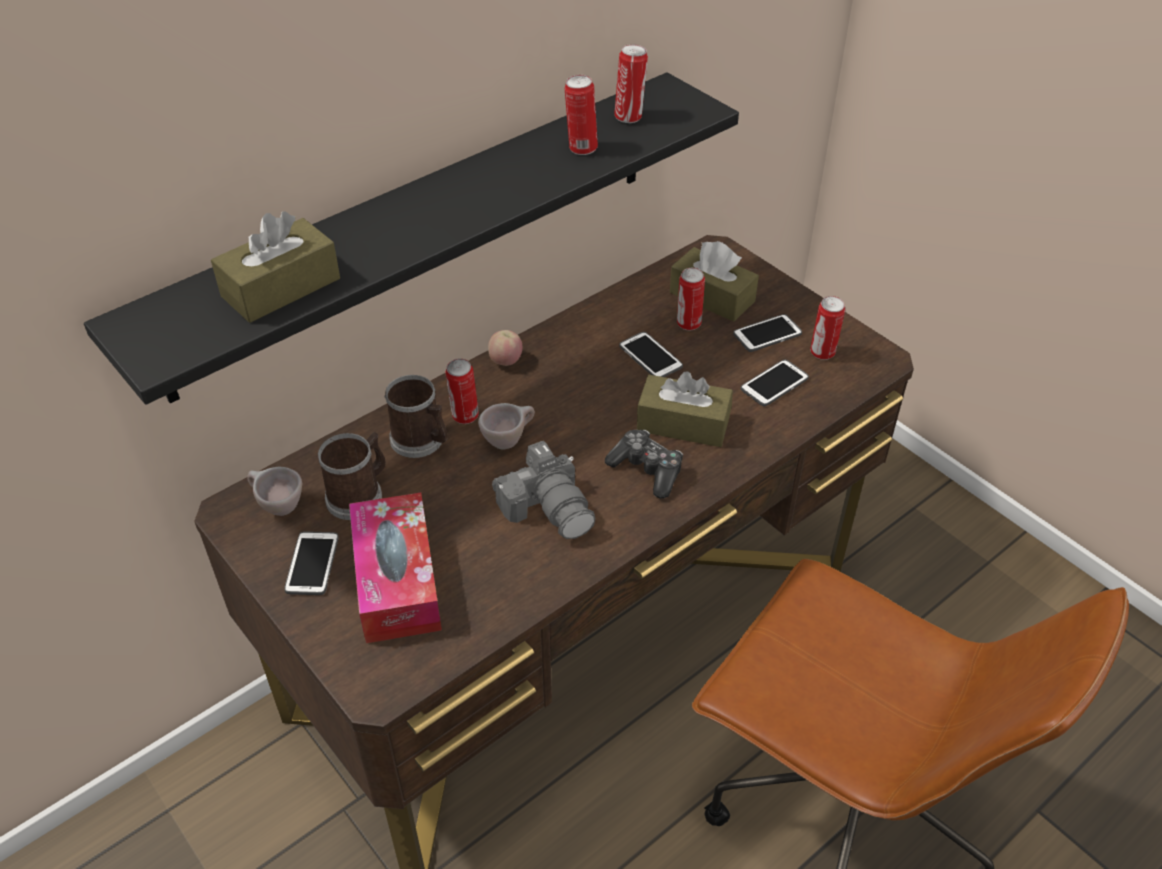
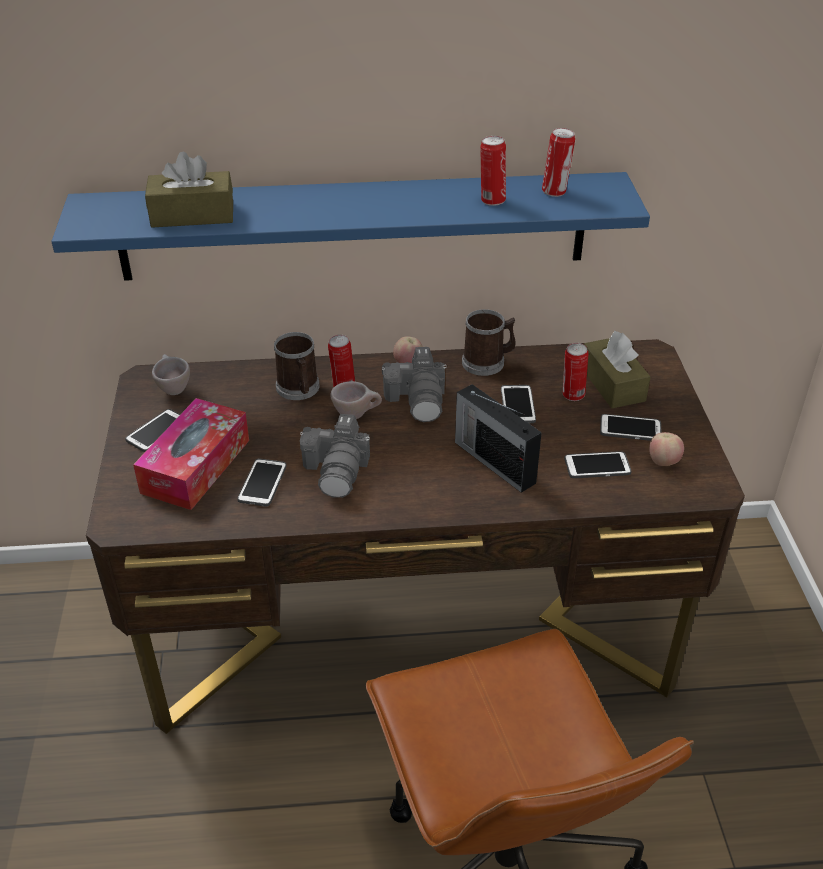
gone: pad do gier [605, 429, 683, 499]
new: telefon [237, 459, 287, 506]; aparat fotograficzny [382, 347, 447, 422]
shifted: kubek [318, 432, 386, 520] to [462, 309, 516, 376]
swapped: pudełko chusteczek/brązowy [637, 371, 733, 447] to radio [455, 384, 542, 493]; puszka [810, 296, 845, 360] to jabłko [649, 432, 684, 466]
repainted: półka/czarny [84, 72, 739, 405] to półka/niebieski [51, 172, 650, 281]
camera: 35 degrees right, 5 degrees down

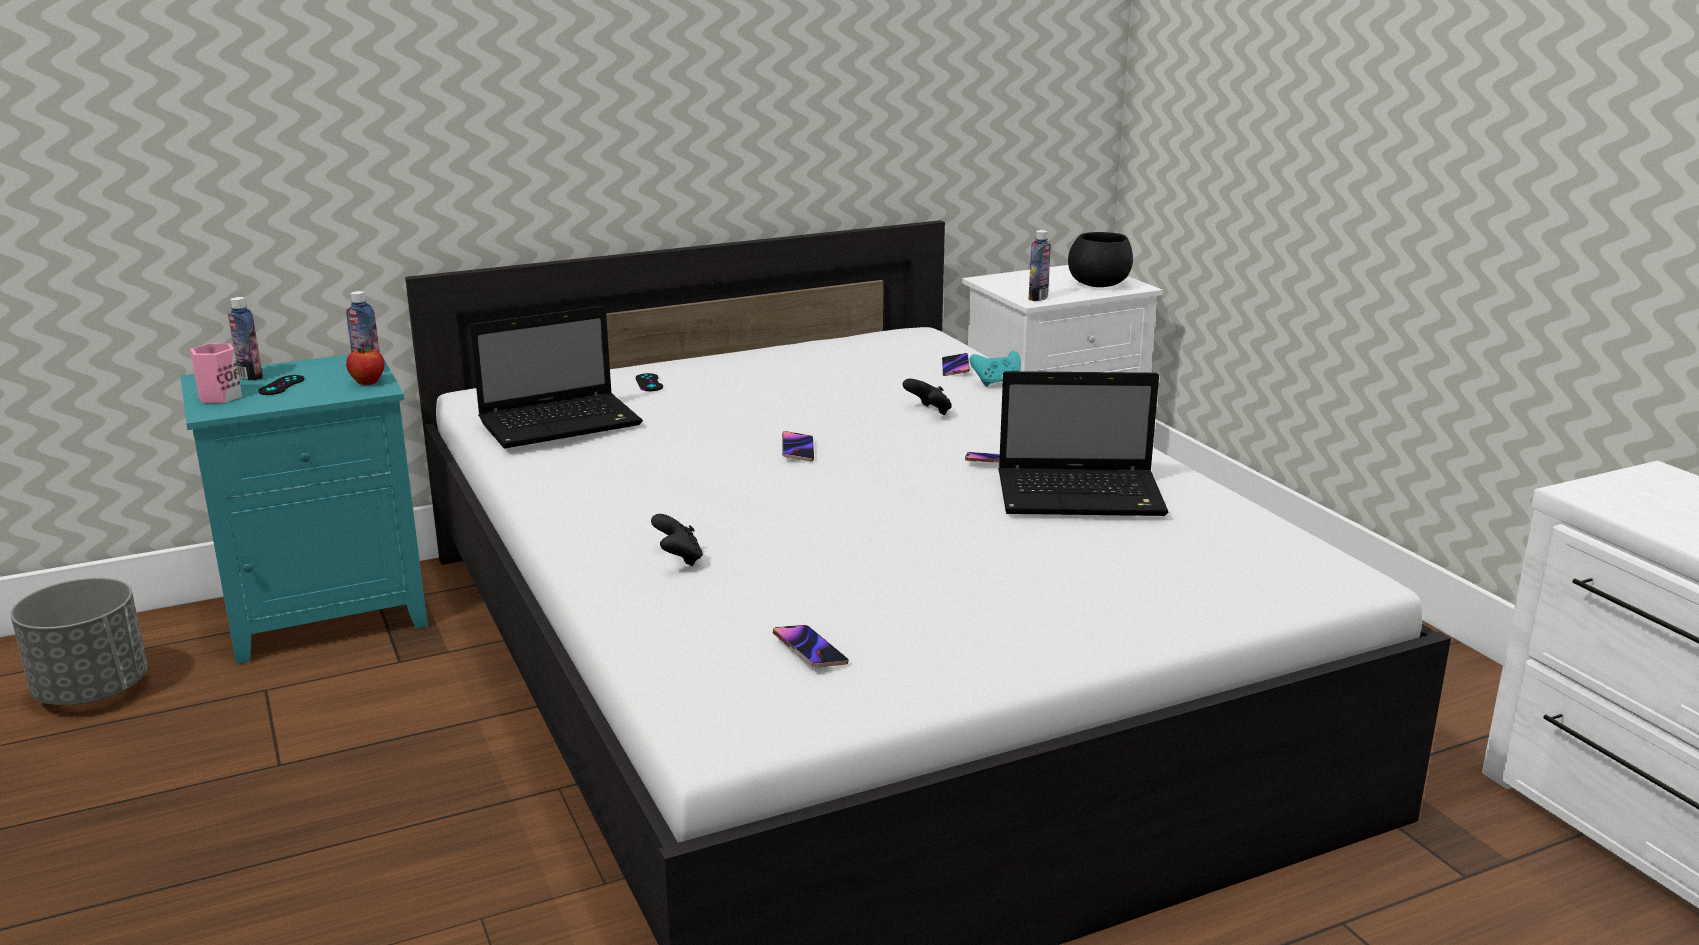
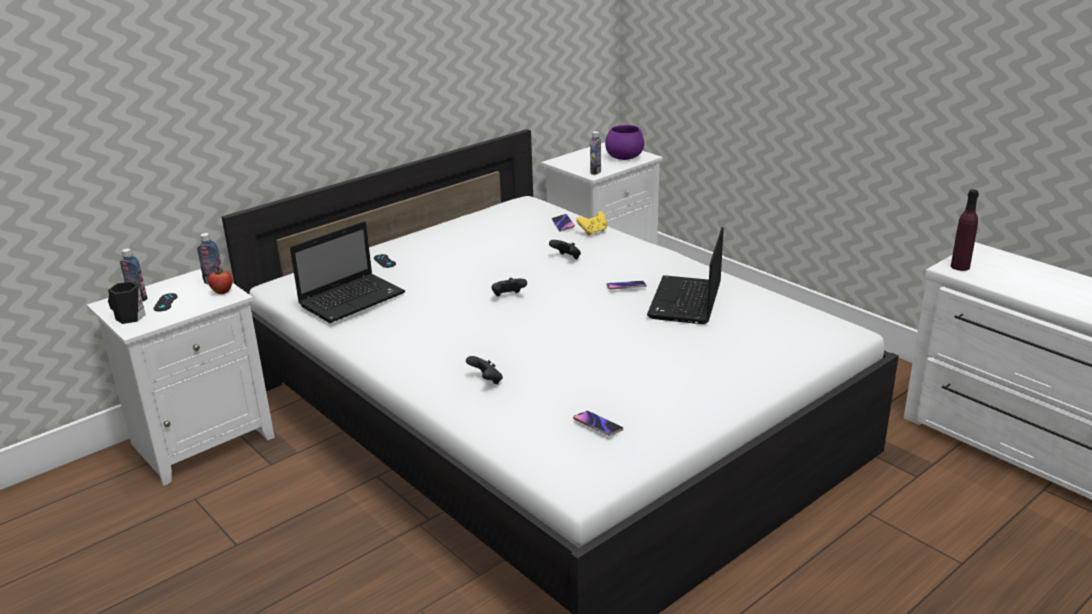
gone: donica/szary [11, 578, 148, 705]
new: butelka/fioletowy [951, 189, 979, 271]
swapped: telefon [782, 431, 814, 462] to pad do gier/czarny [492, 278, 527, 296]
repainted: szafka nocna/turkusowy [180, 352, 428, 664] to szafka nocna/biały [87, 269, 275, 486]; kubek/różowy [190, 343, 242, 403] to kubek/czarny [108, 282, 146, 324]; pad do gier/turkusowy [969, 350, 1021, 387] to pad do gier/żółty [576, 211, 607, 236]; miska/czarny [1068, 232, 1133, 287] to miska/fioletowy [605, 125, 644, 160]
rotated: laptop [998, 371, 1168, 516] = [647, 227, 724, 324] 120 degrees clockwise
camera: 15 degrees left, 5 degrees up

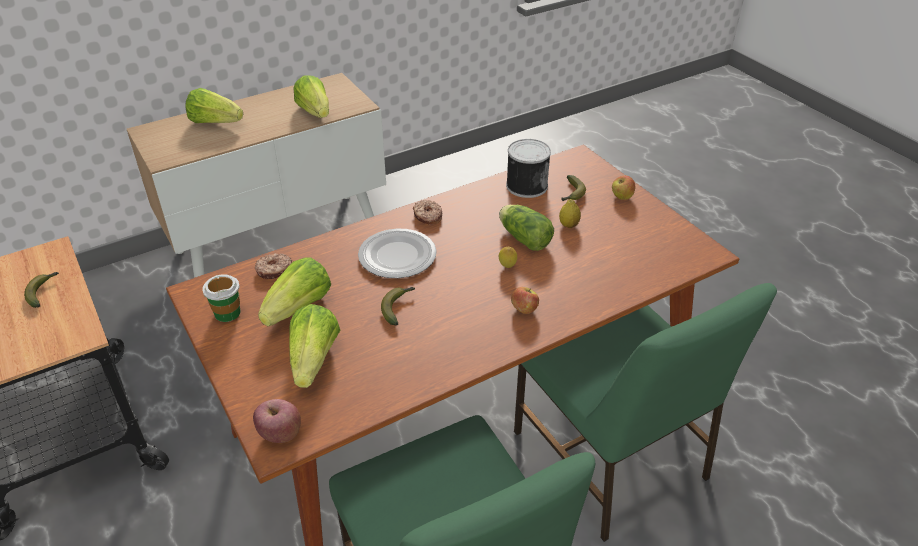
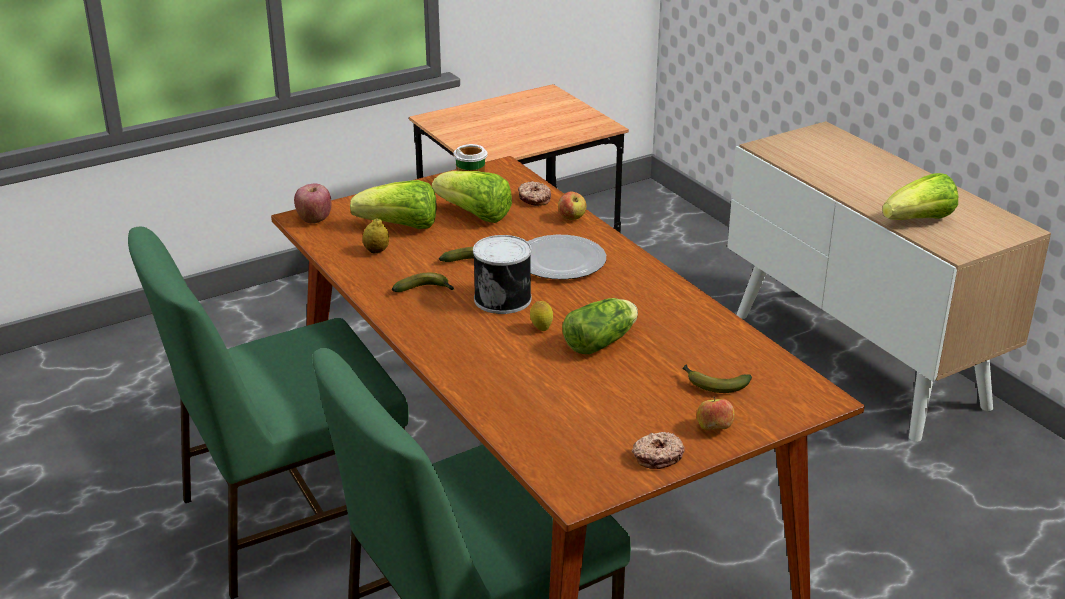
gone: sałata [185, 88, 243, 123]
shifted: banan [24, 272, 59, 308] to [392, 273, 454, 292]; donut [413, 200, 442, 225] to [632, 432, 685, 469]; puszka [506, 139, 551, 198] to [473, 235, 531, 314]; jabłko [511, 287, 539, 314] to [558, 192, 587, 220]; cytryna [559, 199, 581, 228] to [363, 218, 389, 253]
camera: 90 degrees right, 10 degrees down

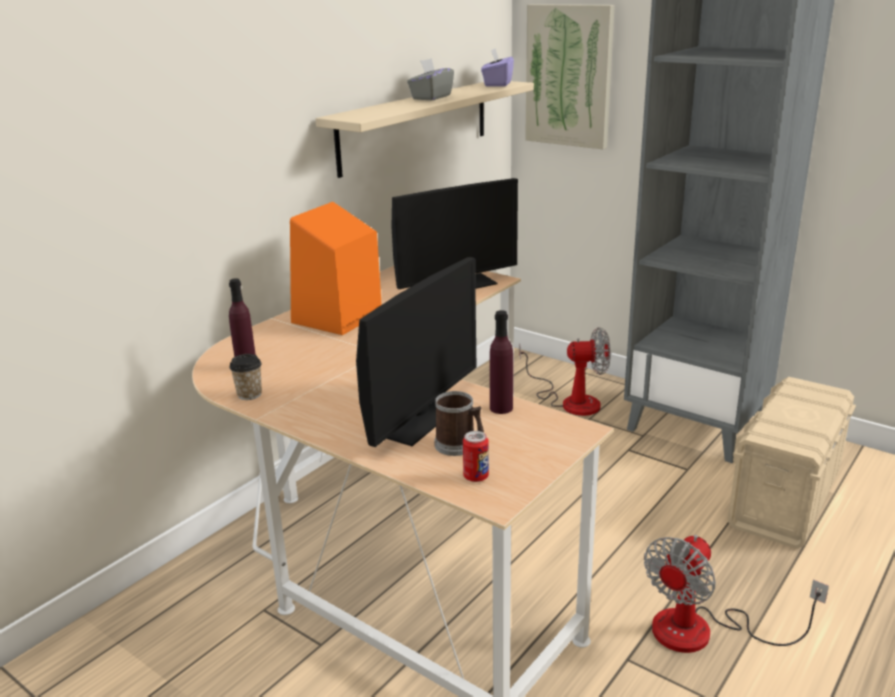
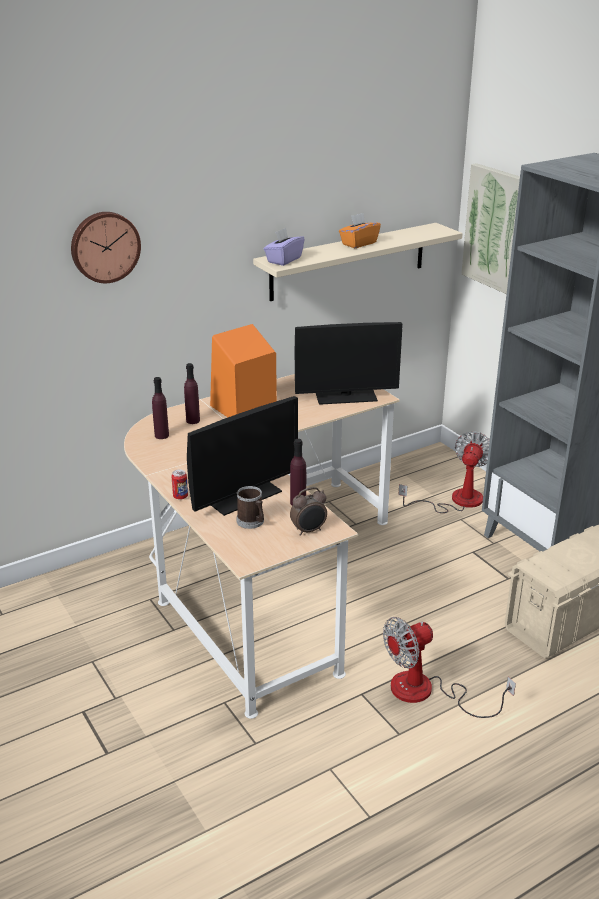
gone: filiżanka [229, 354, 262, 400]
new: zegar ścienny [71, 212, 141, 283]; butelka/fioletowy [184, 363, 200, 424]; budzik [290, 487, 327, 536]
shifted: puszka [463, 431, 489, 482] to [171, 469, 188, 500]; pudełko chusteczek/fioletowy [481, 48, 514, 87] to [264, 228, 304, 266]
repainted: pudełko chusteczek/szary [407, 58, 454, 100] to pudełko chusteczek/pomarańczowy [339, 213, 381, 248]
rotated: wentylator [519, 327, 611, 416] = [398, 431, 490, 513] 90 degrees counterclockwise
camera: 20 degrees right, 5 degrees up

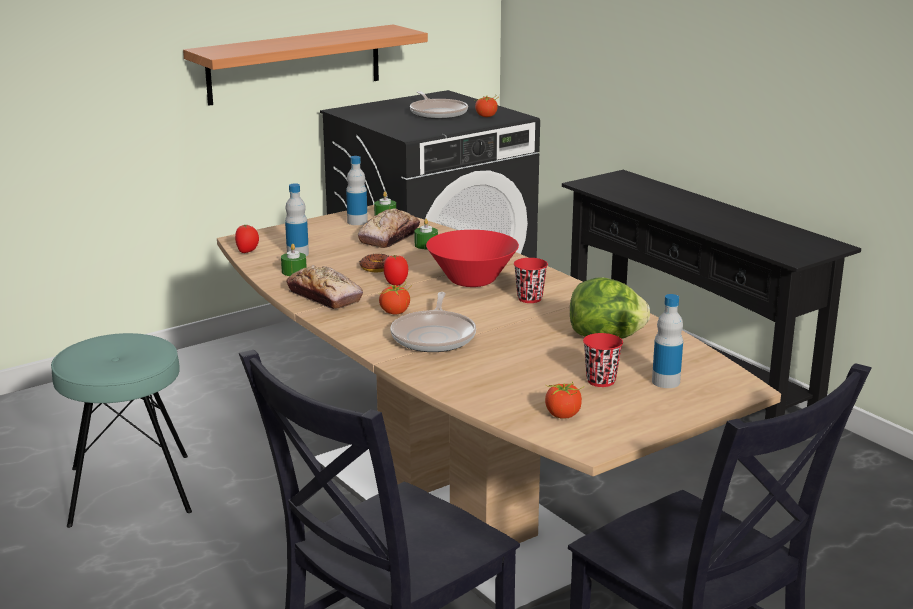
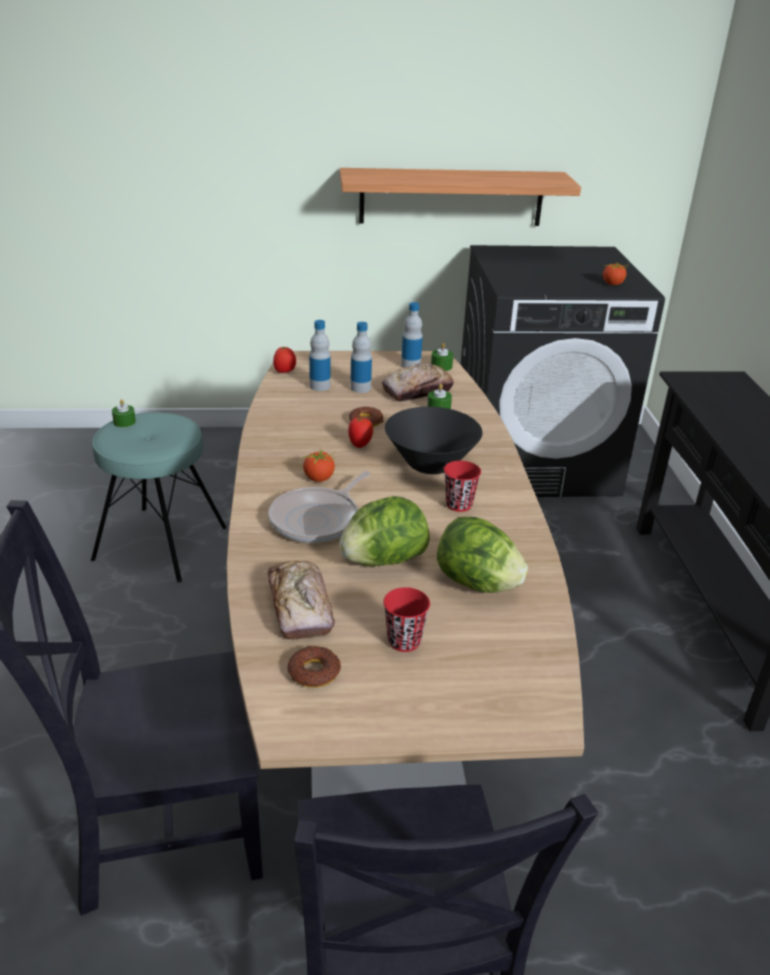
gone: patelnia [410, 91, 468, 119]
new: sałata [339, 496, 430, 566]
shifted: świeca/zielony [281, 244, 307, 276] to [112, 399, 136, 428]; chleb [286, 265, 363, 309] to [268, 561, 335, 640]; butelka [652, 294, 683, 388] to [350, 322, 372, 393]
swapped: pomidor [545, 382, 584, 419] to donut [287, 646, 341, 688]
repainted: miska/czerwony [426, 230, 519, 287] to miska/czarny [385, 407, 482, 474]
camera: 30 degrees right, 10 degrees up

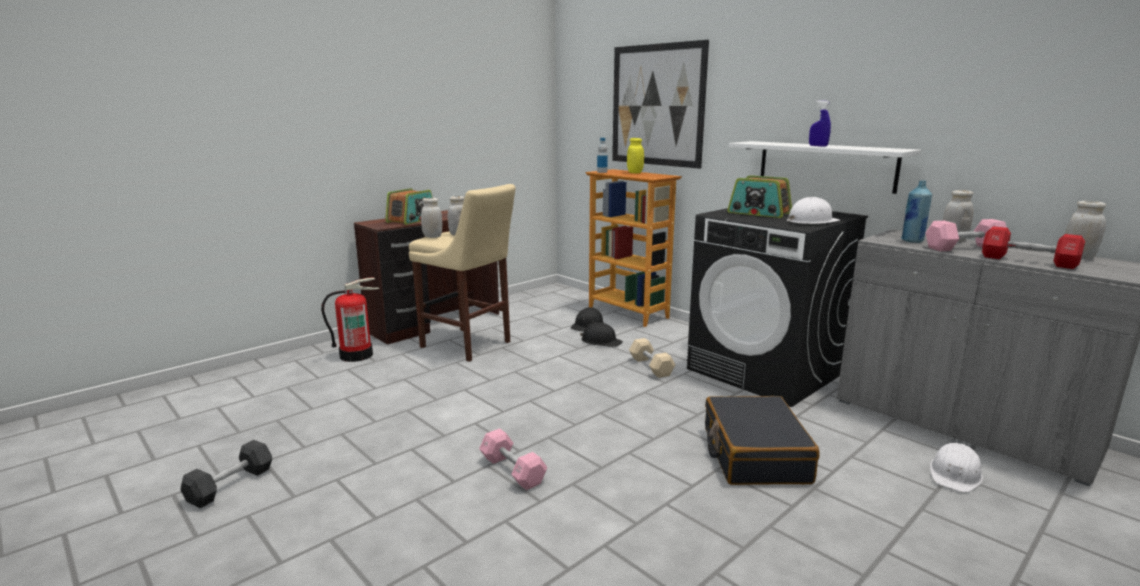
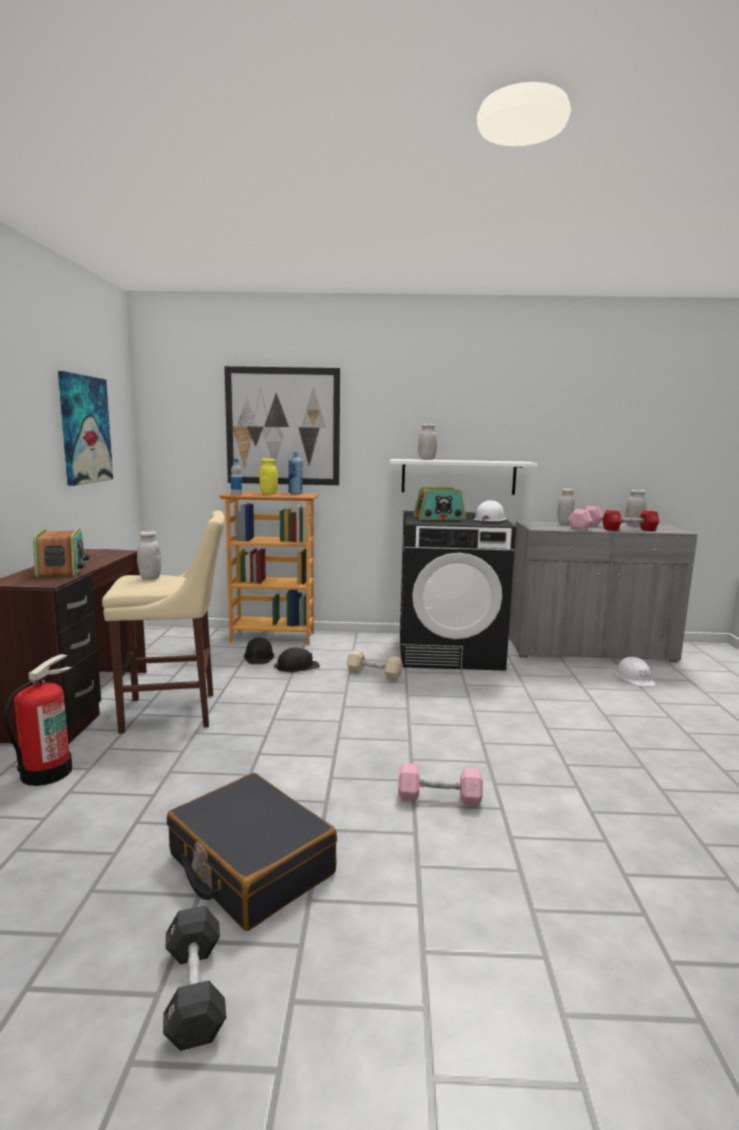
gone: spryskiwacz/niebieski [809, 100, 831, 147]
new: obraz [58, 371, 113, 486]
shifted: słoik/biały [421, 198, 442, 238] to [418, 424, 437, 460]; walizka/czarny [705, 396, 820, 485] to [167, 773, 337, 931]; butelka/niebieski [901, 180, 932, 243] to [288, 452, 303, 494]
camera: 45 degrees left, 5 degrees down

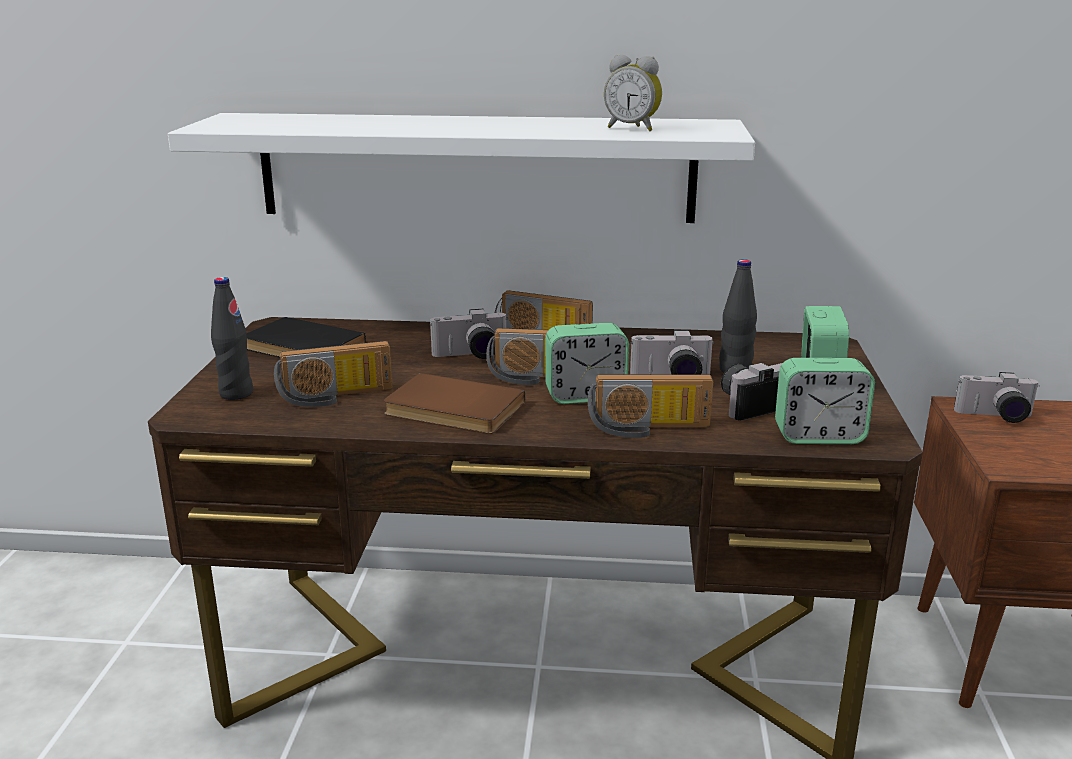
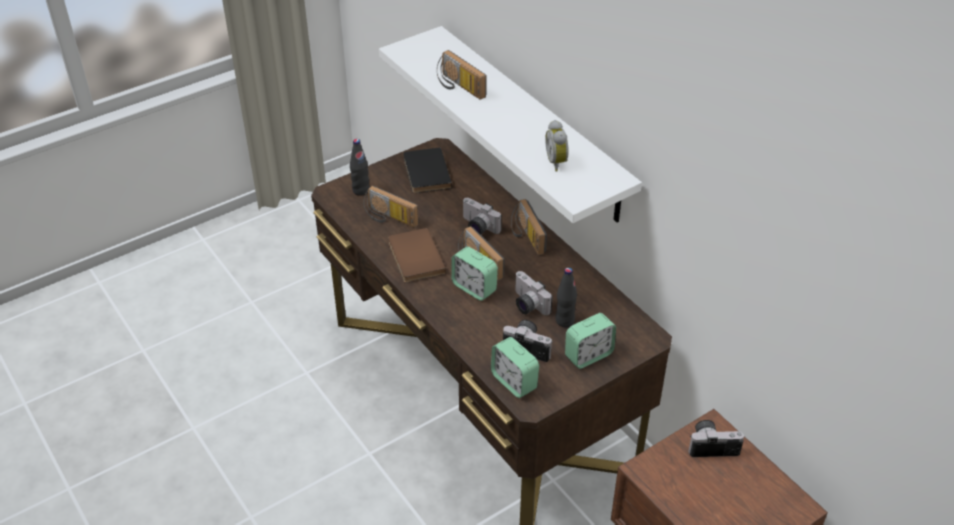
shifted: radio [588, 374, 713, 438] to [437, 50, 487, 100]
rotated: aparat fotograficzny [954, 372, 1040, 423] = [688, 420, 744, 457] 120 degrees clockwise
camera: 50 degrees right, 20 degrees up

